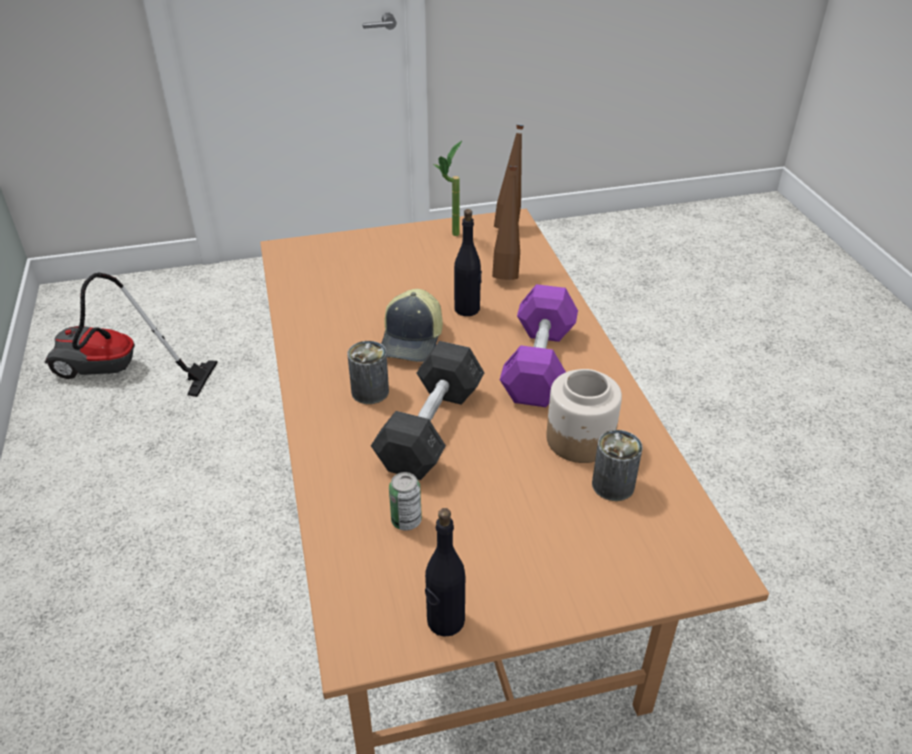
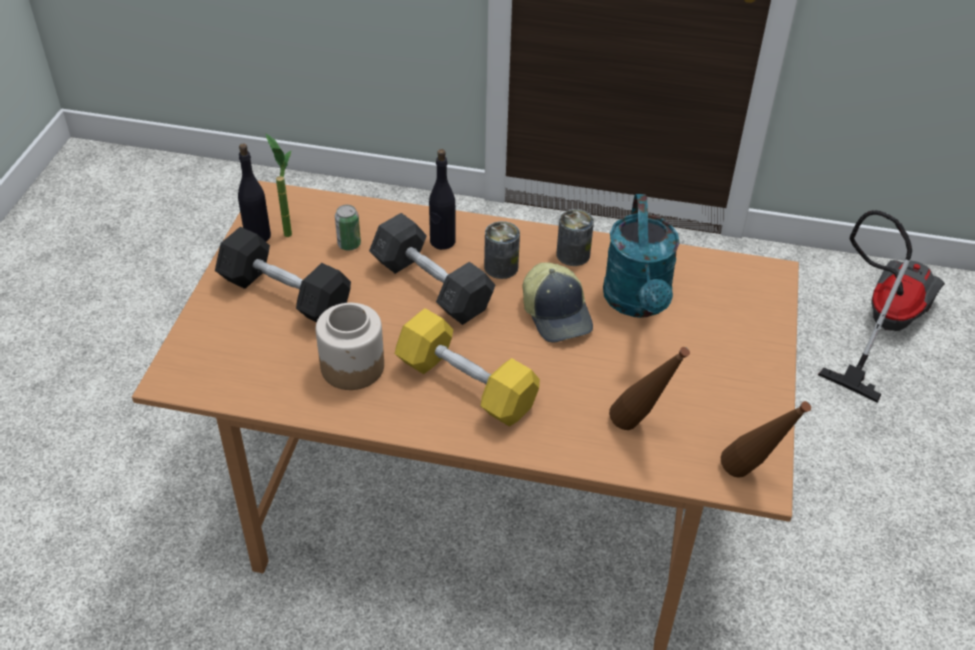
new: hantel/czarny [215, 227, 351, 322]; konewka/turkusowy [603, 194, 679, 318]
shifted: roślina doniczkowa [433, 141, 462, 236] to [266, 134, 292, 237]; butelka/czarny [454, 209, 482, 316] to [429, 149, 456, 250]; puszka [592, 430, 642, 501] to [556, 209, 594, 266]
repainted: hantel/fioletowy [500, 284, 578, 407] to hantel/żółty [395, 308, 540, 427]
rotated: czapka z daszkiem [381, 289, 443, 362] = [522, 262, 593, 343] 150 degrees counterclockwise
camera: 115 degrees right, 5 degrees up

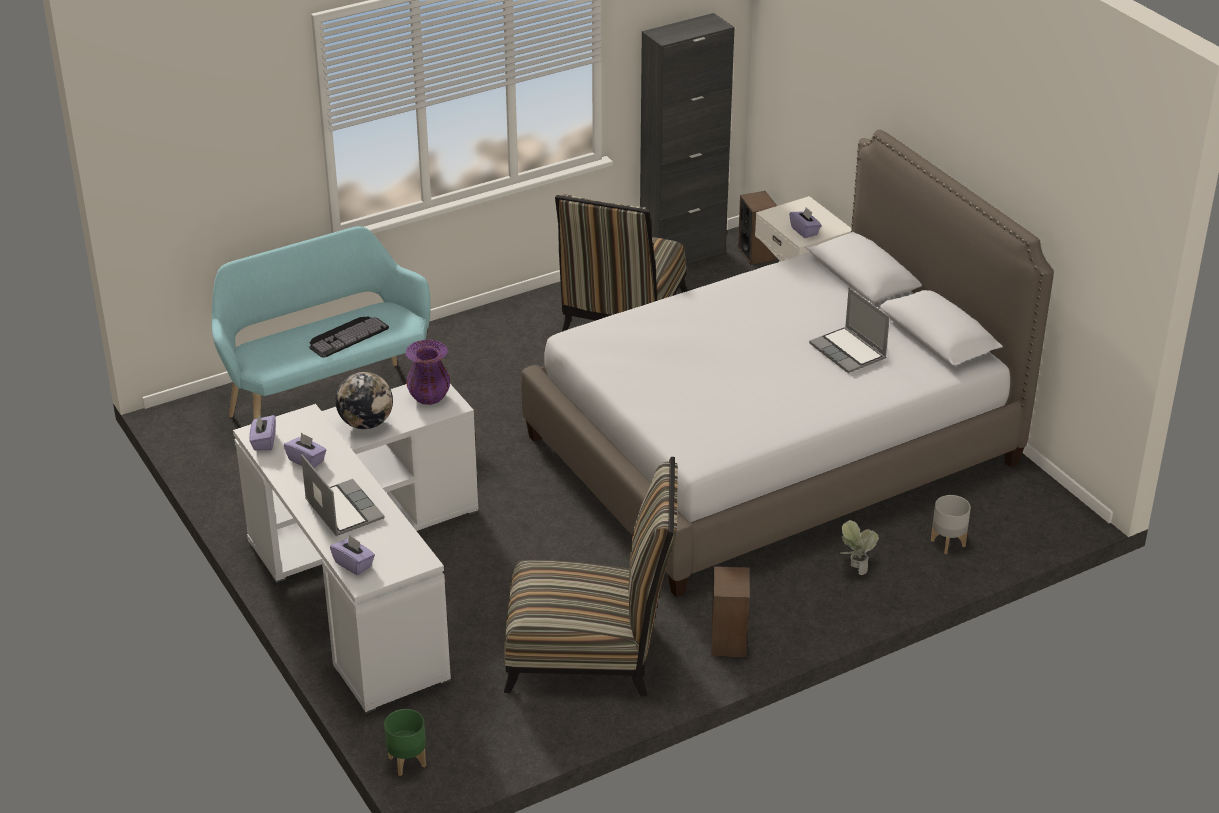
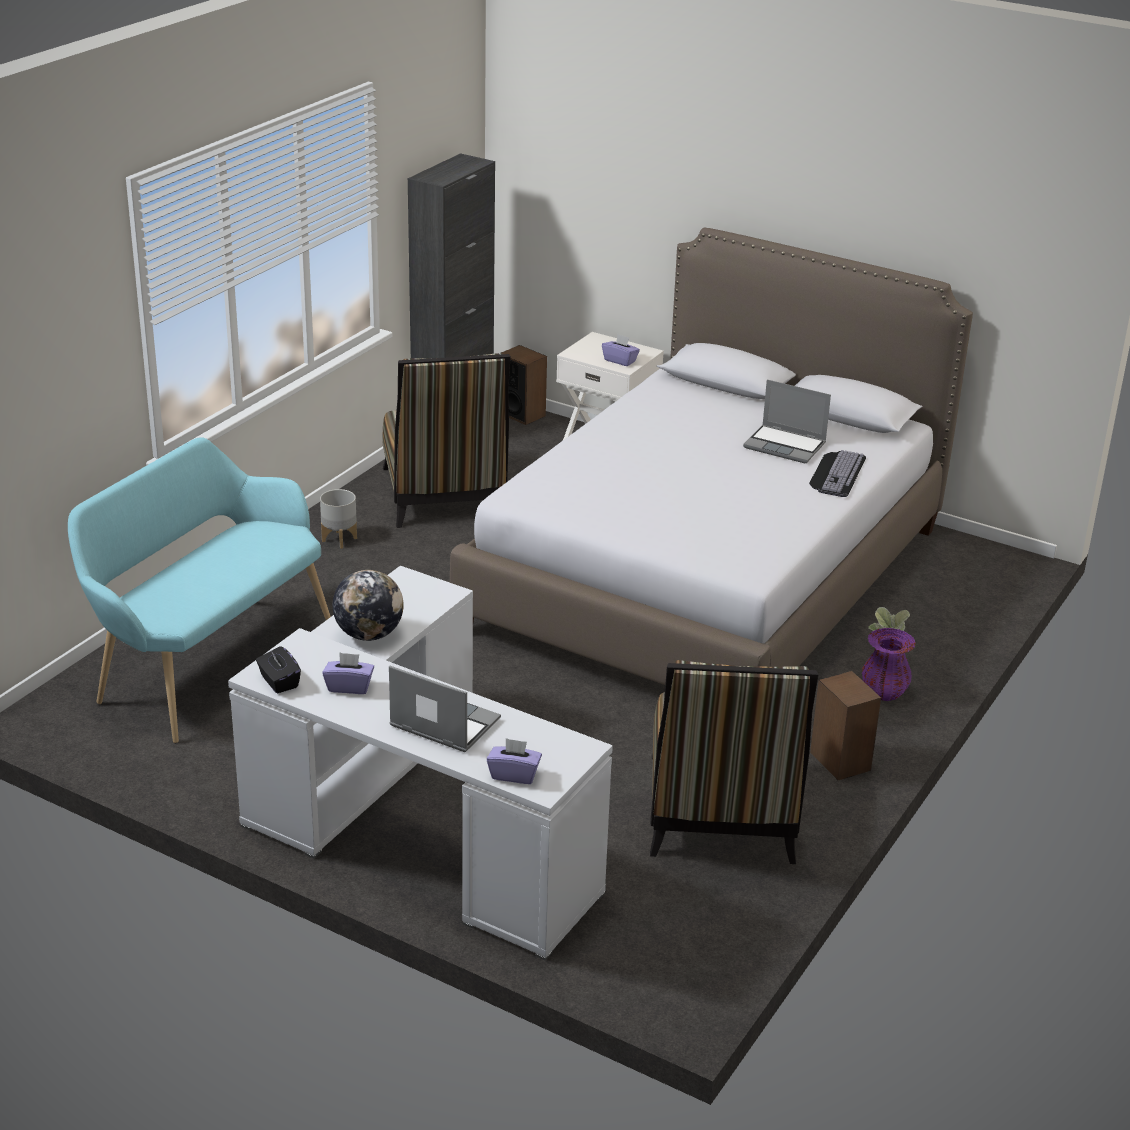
gone: donica/zielony [384, 709, 426, 776]
shifted: klawiatura [309, 317, 389, 358] to [809, 450, 866, 497]; wazon/fioletowy [405, 340, 450, 405] to [862, 628, 916, 701]; donica/szary [931, 495, 971, 554] to [320, 489, 357, 549]
repainted: pudełko chusteczek/fioletowy [249, 415, 276, 451] to pudełko chusteczek/czarny [256, 646, 301, 693]
rotated: krzesło [504, 457, 678, 697] = [650, 660, 819, 864] 120 degrees clockwise
camera: 30 degrees left, 5 degrees down

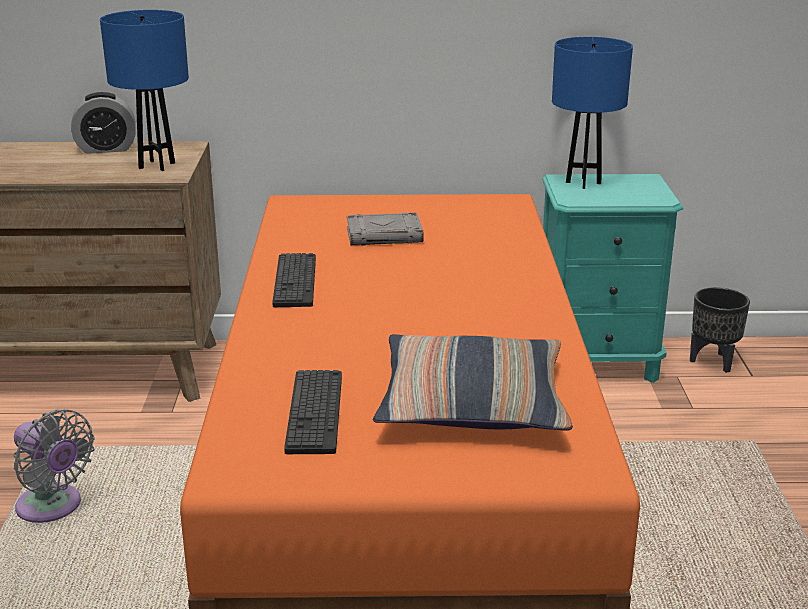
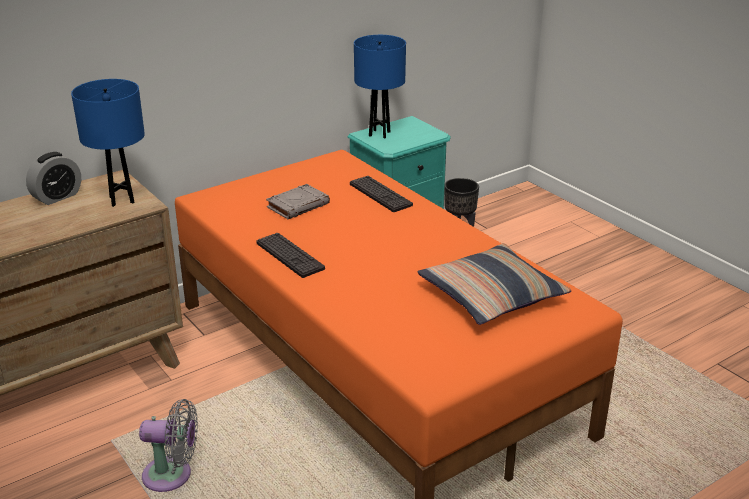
shifted: klawiatura [284, 370, 342, 454] to [350, 176, 413, 212]
camera: 35 degrees left, 5 degrees up

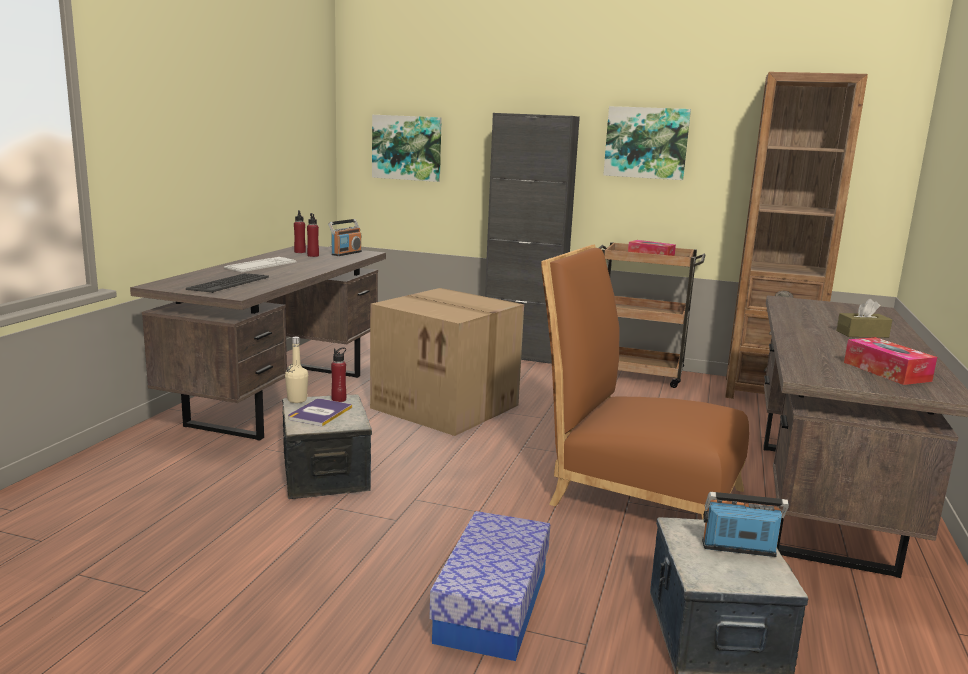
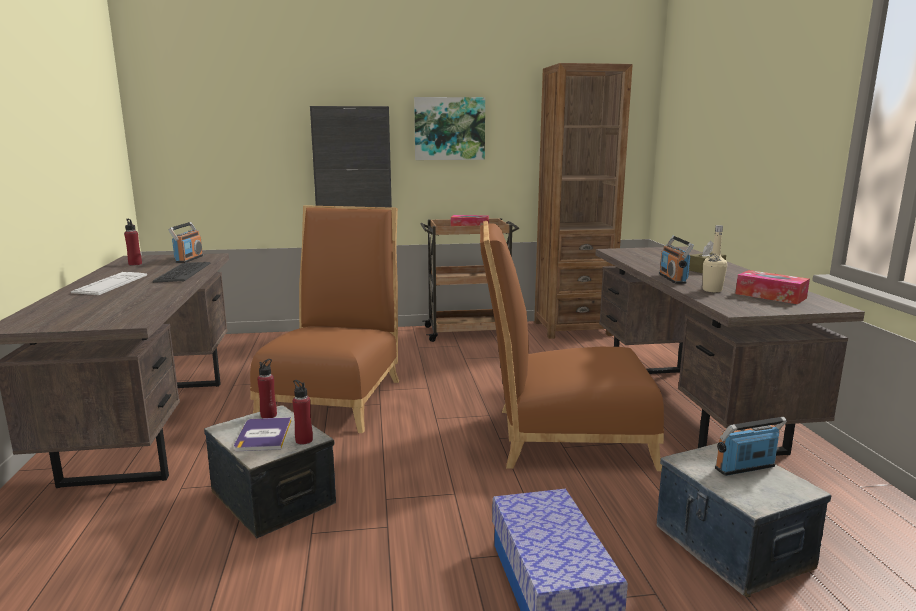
gone: obraz [372, 115, 442, 182]
new: radio [659, 236, 694, 284]
shifted: klawiatura [186, 273, 269, 293] to [153, 262, 210, 283]; butelka/beżowy [285, 336, 308, 403] to [703, 225, 727, 292]; butelka/czerwony [307, 213, 319, 257] to [292, 380, 313, 445]
swapped: karton [370, 288, 524, 436] to krzesło/brązowy [250, 205, 399, 433]
camera: 25 degrees left, 0 degrees up

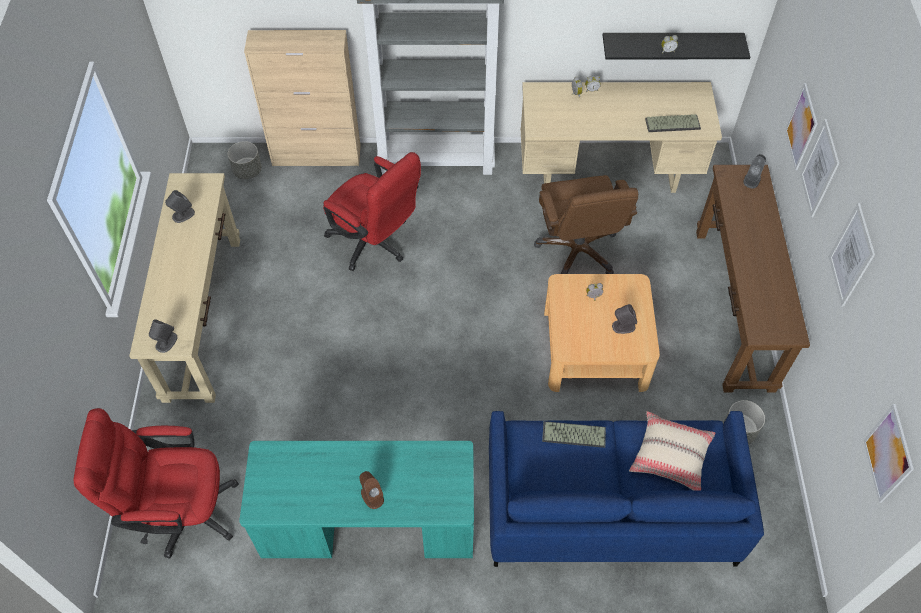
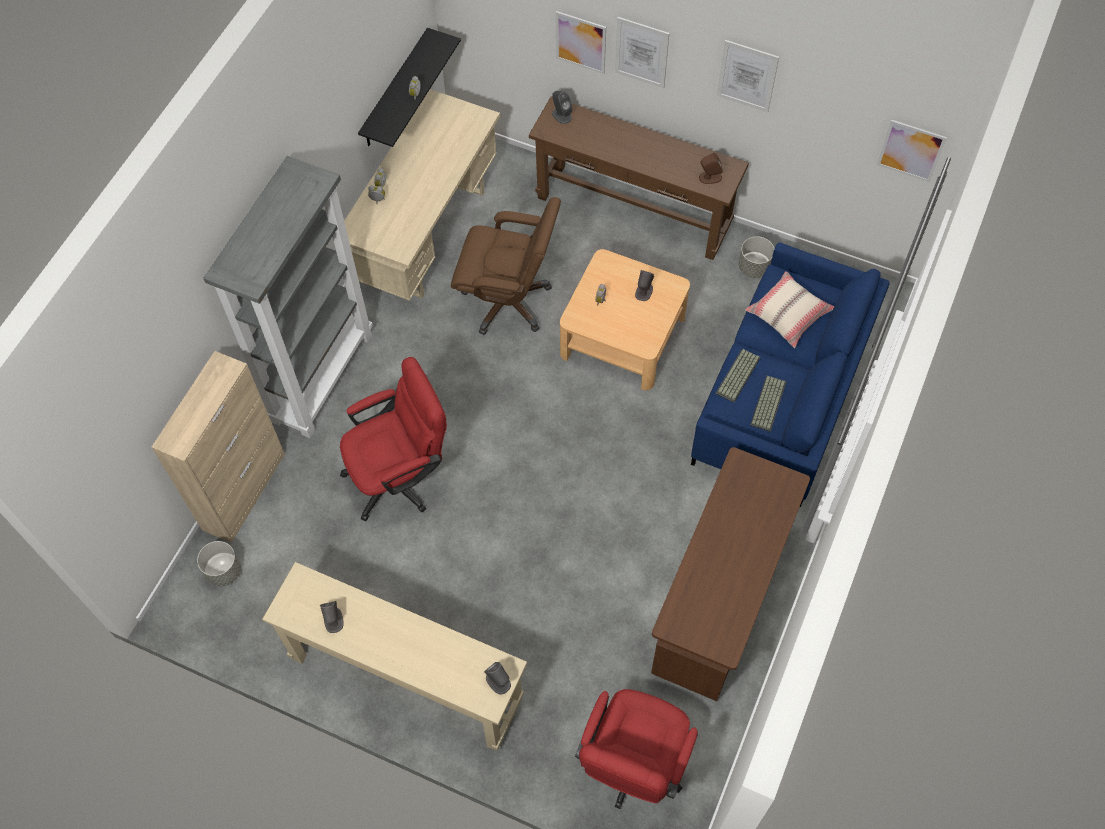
shifted: głośnik/brązowy [359, 471, 384, 509] to [699, 153, 723, 184]; klawiatura [645, 114, 701, 132] to [750, 375, 787, 432]
repainted: biurko/turkusowy [239, 441, 474, 558] to biurko/brązowy [651, 447, 810, 701]
camera: 65 degrees left, 5 degrees up

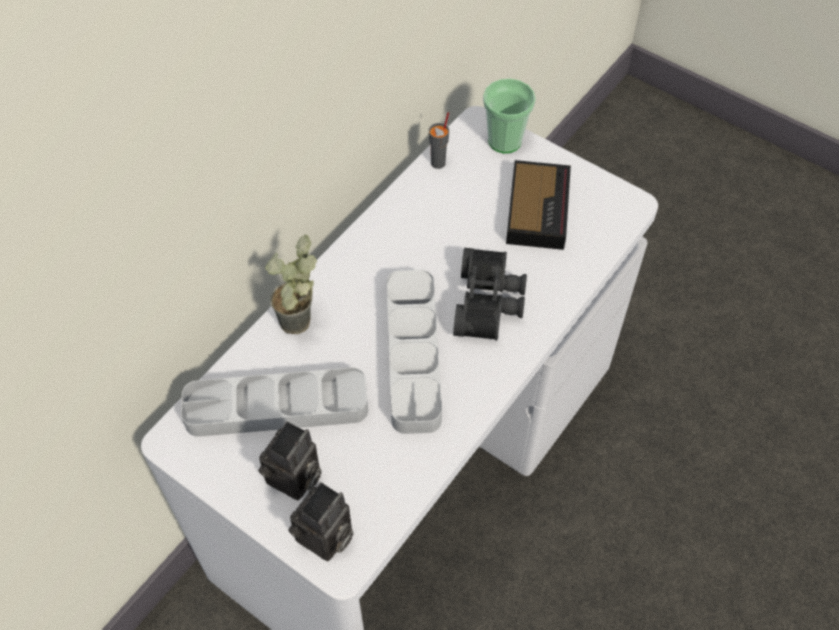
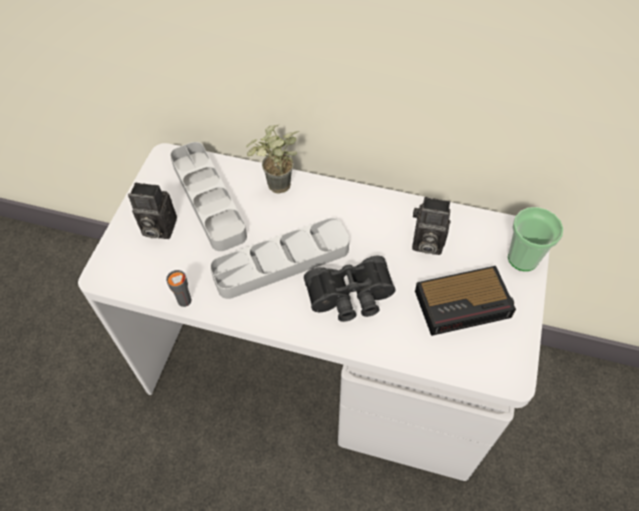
shifted: aparat fotograficzny [288, 482, 354, 561] to [412, 197, 450, 255]; filiżanka/szary [429, 112, 449, 169] to [166, 270, 191, 307]
camera: 70 degrees right, 0 degrees up

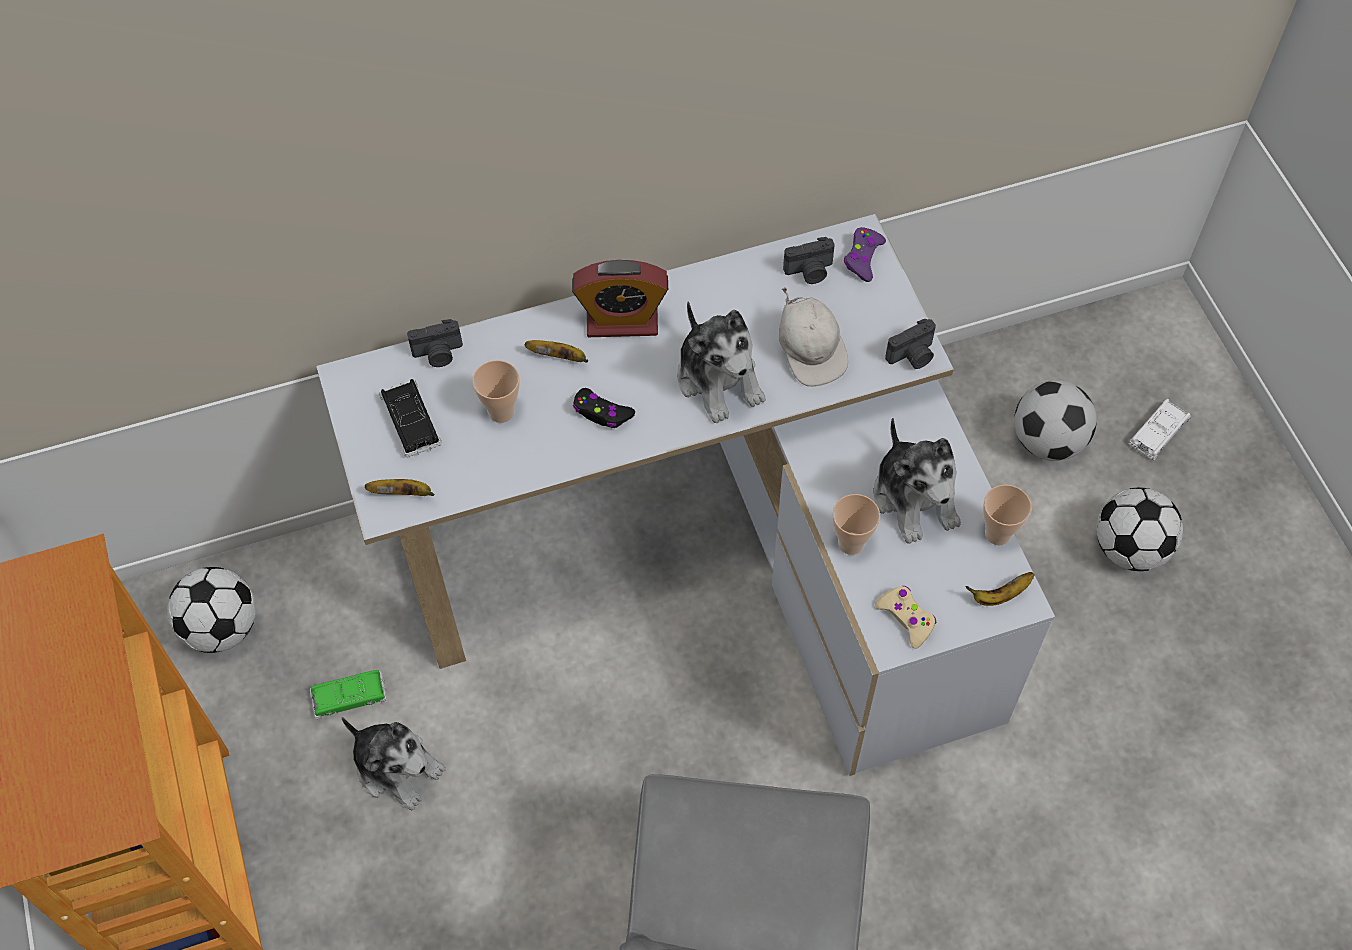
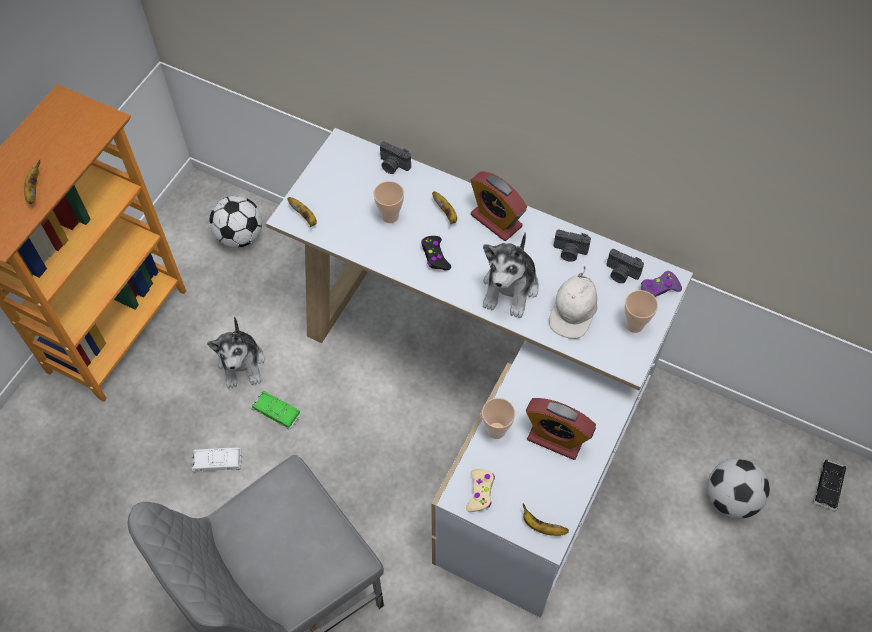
gone: piłka futbolowa [1096, 488, 1183, 571]
new: banan [24, 159, 40, 204]
shifted: samochodzik/zielony [309, 670, 387, 719] to [251, 391, 302, 430]; samochodzik/czarny [379, 379, 442, 457] to [813, 459, 846, 511]; aparat fotograficzny [885, 318, 936, 369] to [554, 230, 591, 262]; filiżanka [983, 485, 1032, 546] to [625, 290, 658, 333]; samochodzik/biały [1128, 399, 1191, 460] to [191, 448, 242, 472]
swapped: pluszak [873, 418, 961, 544] to budzik [526, 398, 596, 460]
camera: 45 degrees right, 0 degrees up

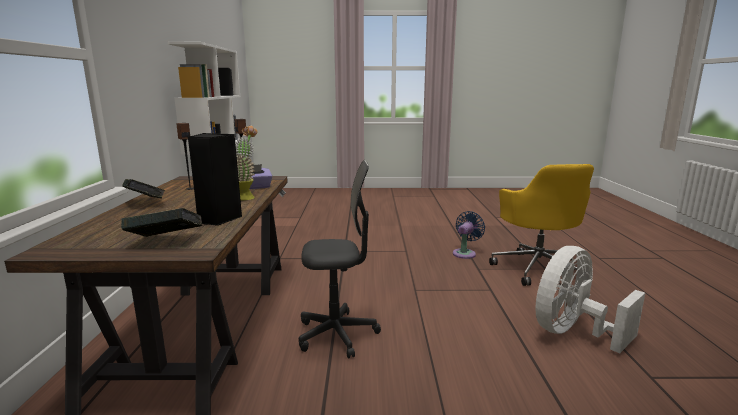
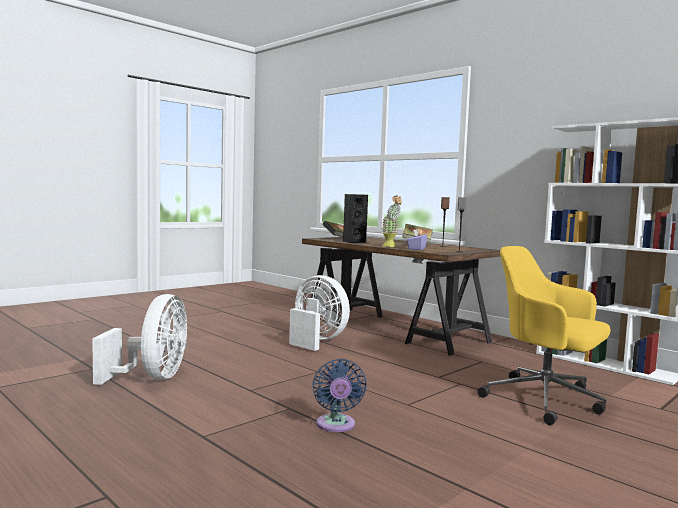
shifted: krzesło biurowe/żółty [489, 164, 594, 286] to [477, 246, 611, 425]
swapped: krzesło biurowe/szary [299, 160, 381, 359] to wentylator/biały [289, 275, 350, 351]
camera: 135 degrees right, 10 degrees down

